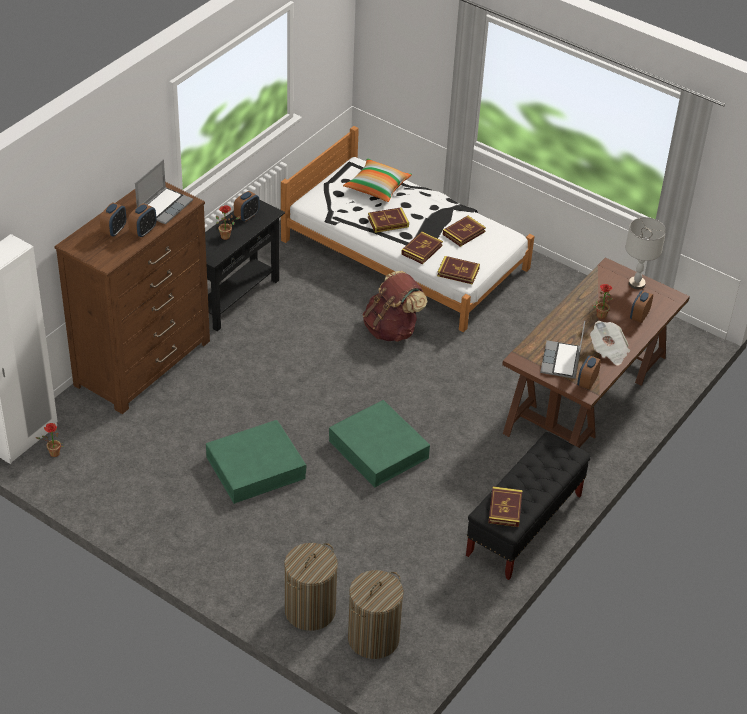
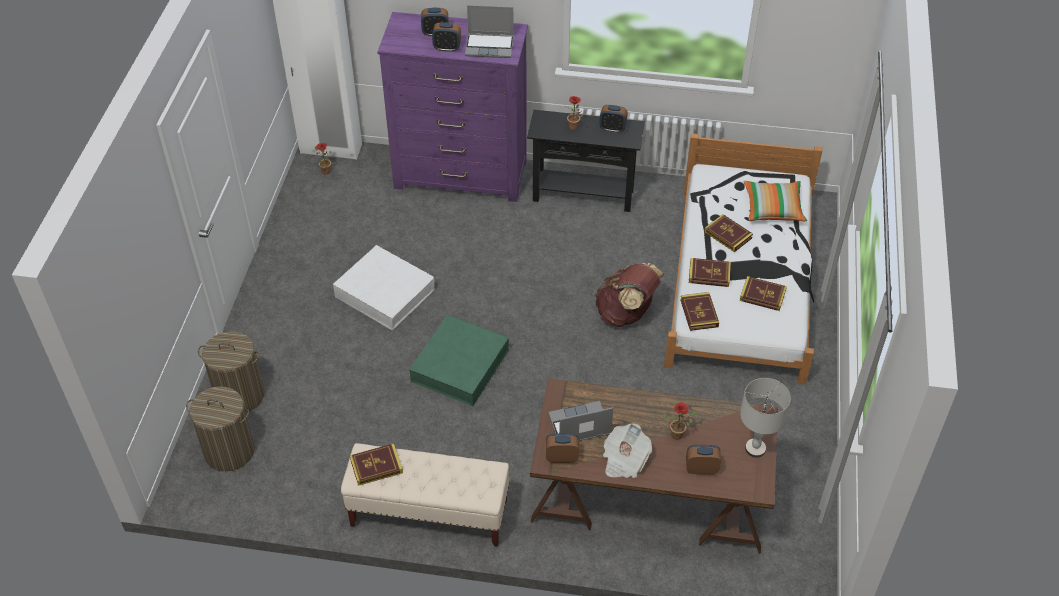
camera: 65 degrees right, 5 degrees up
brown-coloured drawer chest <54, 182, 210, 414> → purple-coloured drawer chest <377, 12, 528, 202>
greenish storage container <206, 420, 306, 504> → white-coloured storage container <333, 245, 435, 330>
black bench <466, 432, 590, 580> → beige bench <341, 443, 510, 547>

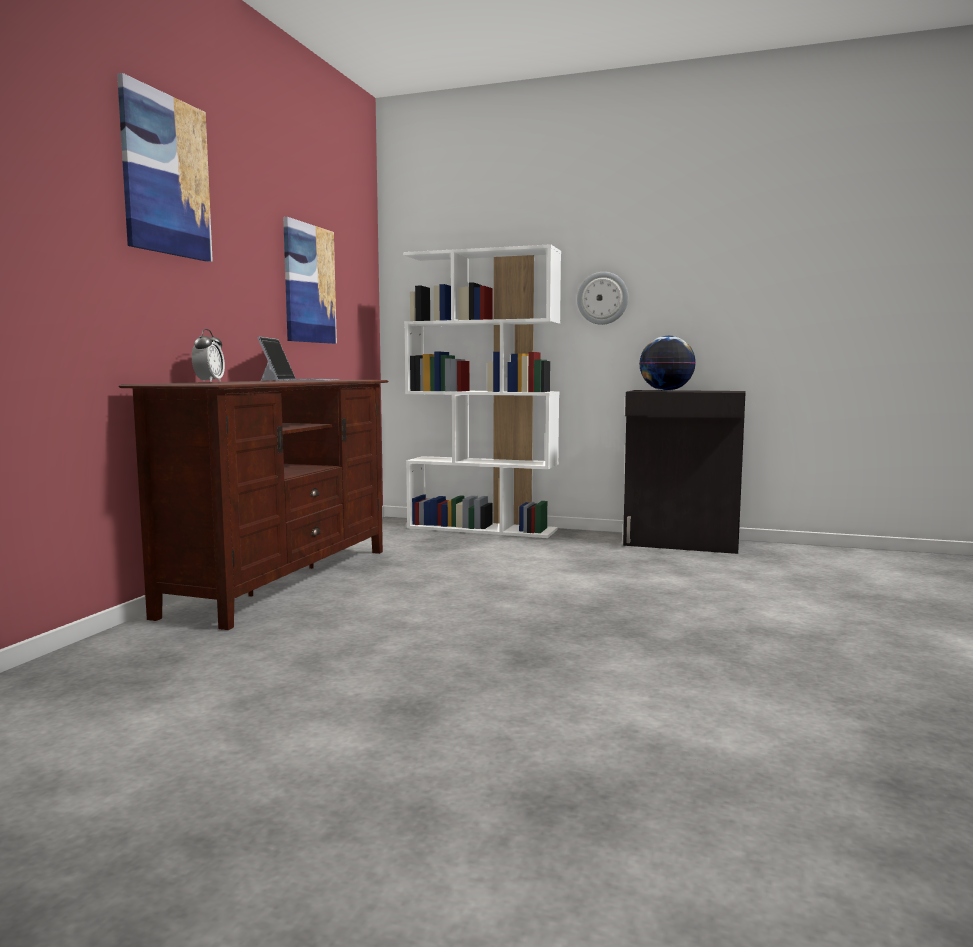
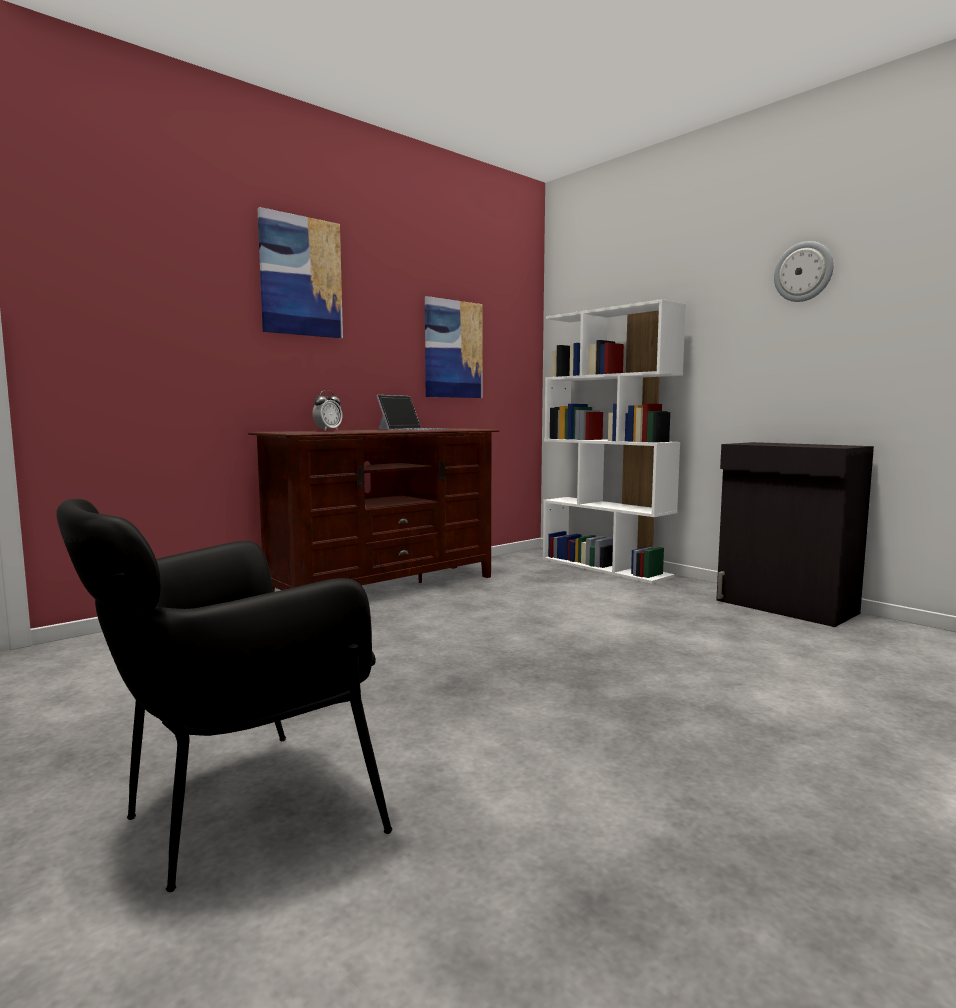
camera: 30 degrees right, 0 degrees up
wall clock <577, 272, 629, 325> → wall clock <774, 241, 834, 302>, moved
globe <639, 336, 696, 391> → -
- → black armchair <56, 499, 393, 892>

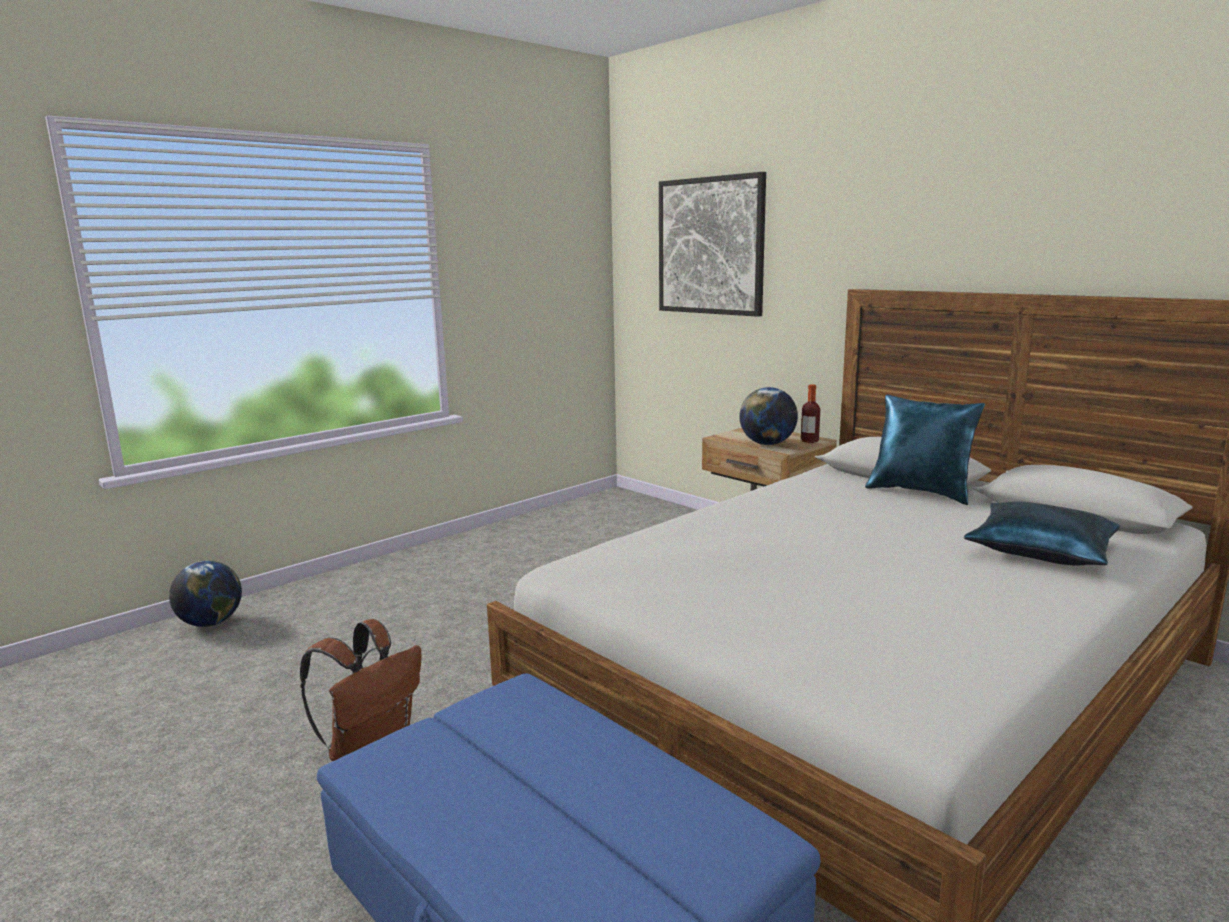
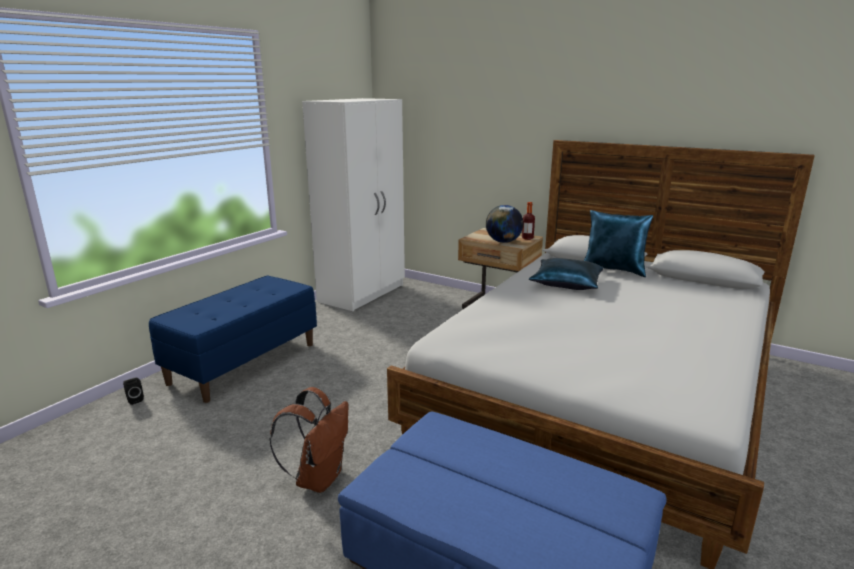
camera: 15 degrees left, 5 degrees up
globe <169, 561, 242, 627> → black loudspeaker <123, 377, 144, 405>
wall picture <659, 172, 766, 317> → -
bluish cushion <964, 501, 1120, 566> → bluish cushion <529, 258, 604, 290>, moved
- → bluish bench <149, 276, 317, 403>
- → white-coloured clothes cupboard <302, 98, 405, 311>

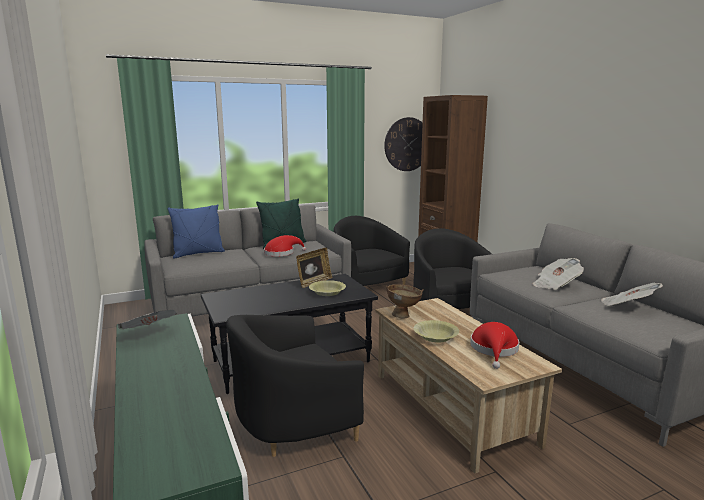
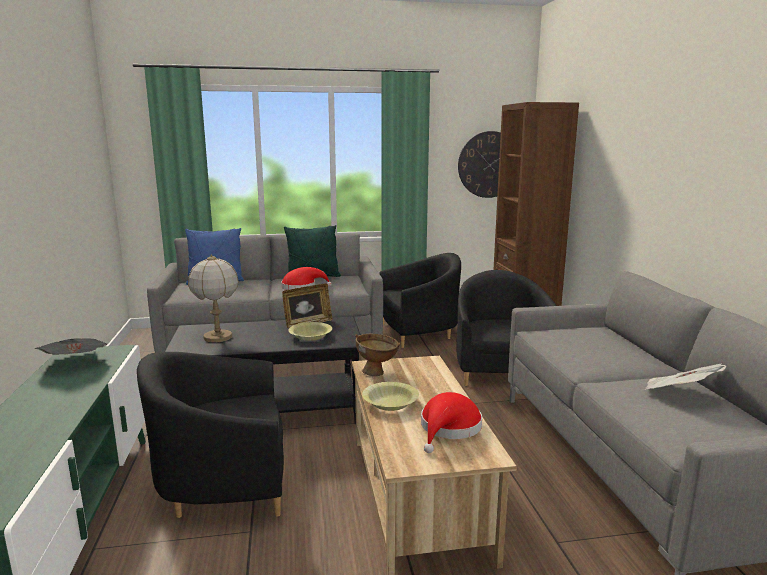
camera: 15 degrees right, 0 degrees up
black armchair <334, 216, 410, 286> → black armchair <379, 253, 461, 348>, 90 degrees clockwise
newspaper <533, 258, 584, 290> → -
- → table lamp <188, 254, 239, 342>

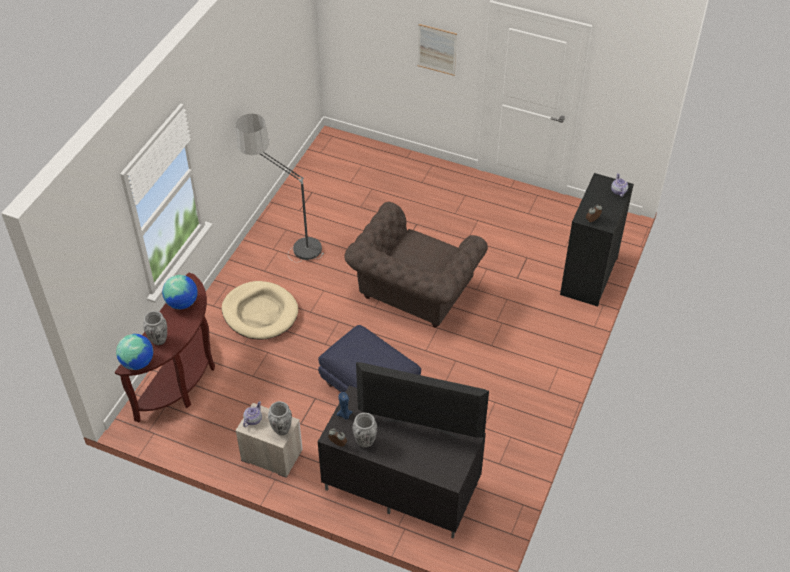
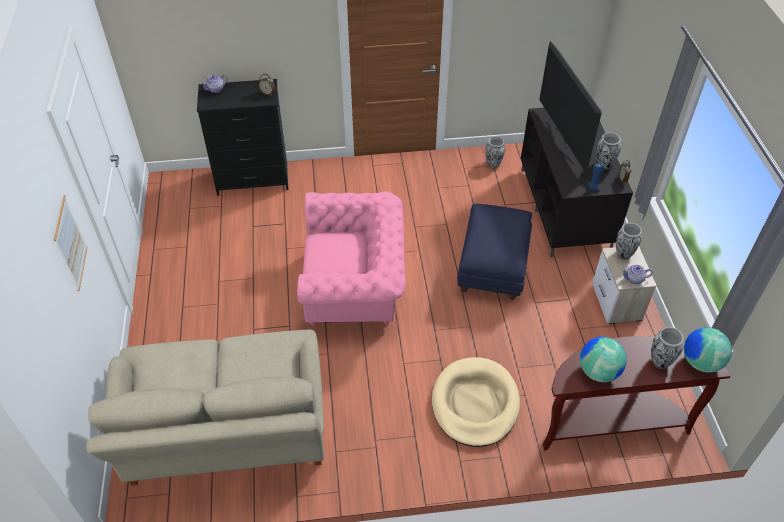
camera: 120 degrees left, 0 degrees up
standing lamp <236, 114, 324, 262> → -
brown-coloured armchair <344, 202, 488, 328> → pinkish armchair <297, 191, 406, 325>
- → beige couch <86, 330, 324, 486>
- → vase <486, 136, 505, 168>

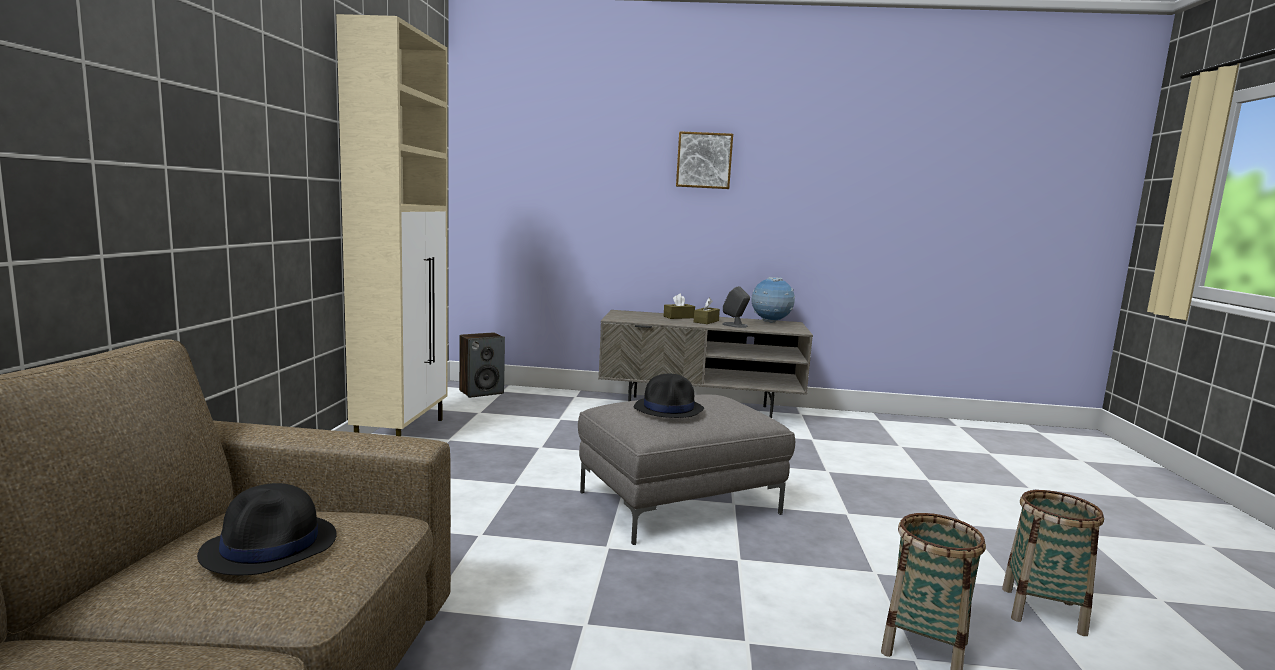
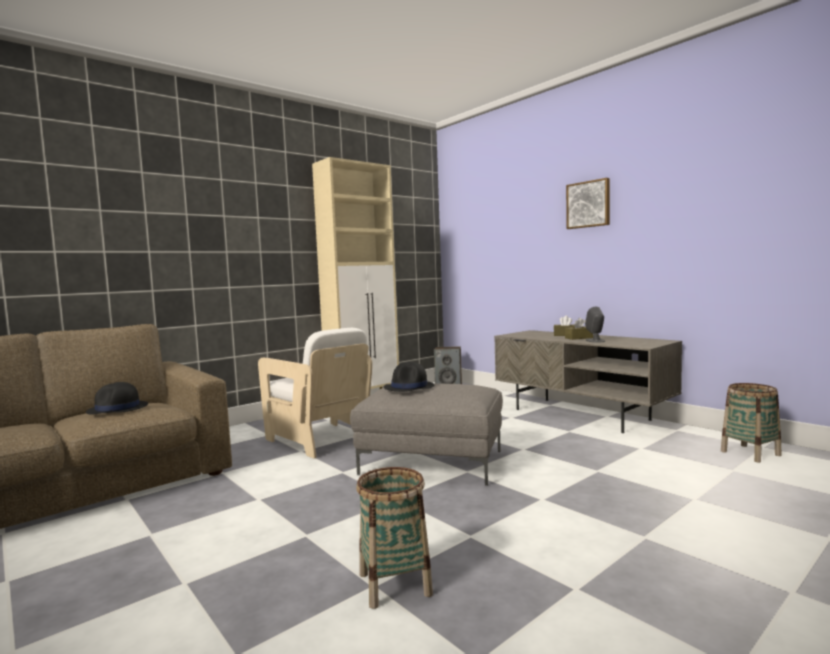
camera: 45 degrees right, 5 degrees down
globe <752, 277, 795, 323> → -
storage basket <1002, 490, 1104, 636> → storage basket <721, 383, 782, 463>, moved
- → white-coloured armchair <258, 328, 372, 458>

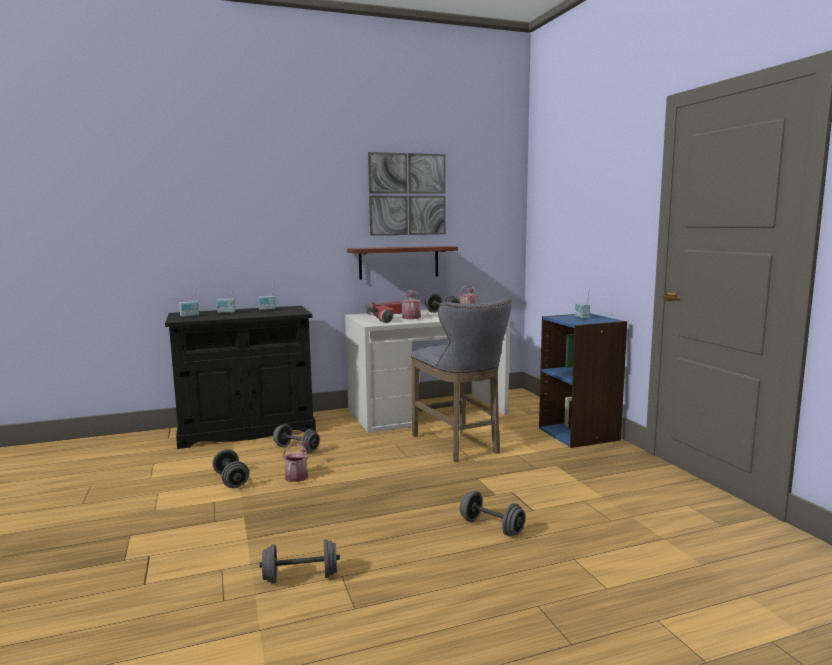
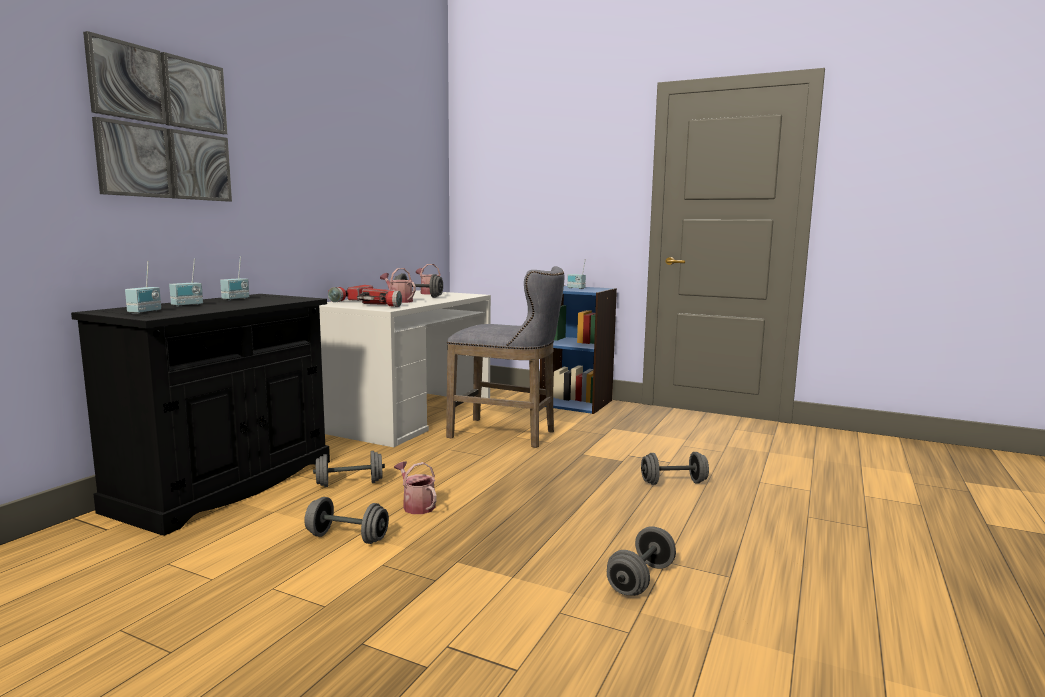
camera: 45 degrees left, 0 degrees up
shelf <347, 246, 458, 280> → -
wall picture <368, 152, 446, 236> → wall picture <83, 31, 232, 202>, moved

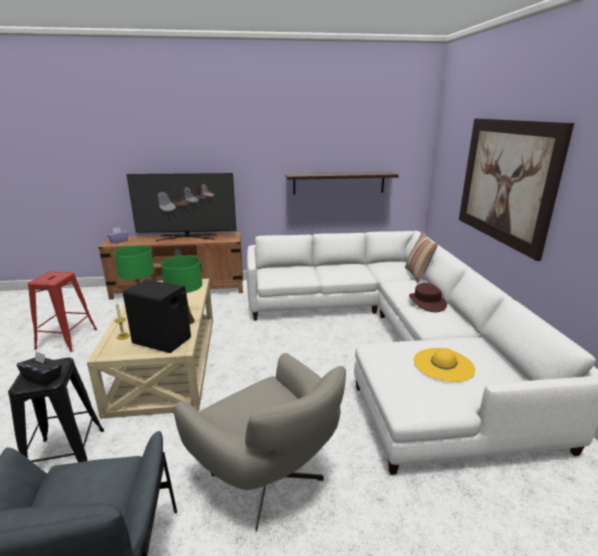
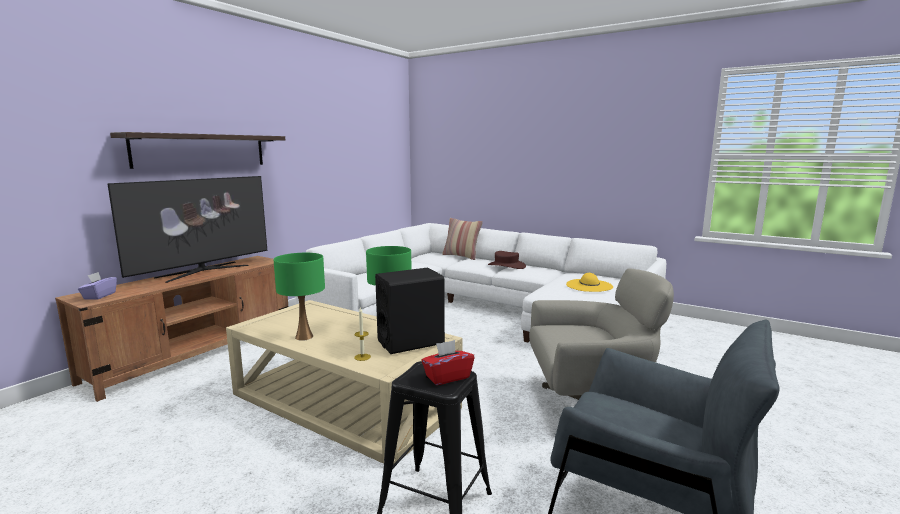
camera: 50 degrees left, 10 degrees down
black tissue box <17, 351, 62, 386> → red-coloured tissue box <421, 340, 475, 385>
red-coloured sitting stool <28, 271, 97, 352> → -
shelf <285, 172, 399, 195> → shelf <110, 132, 285, 169>, moved
wall picture <459, 119, 574, 261> → -

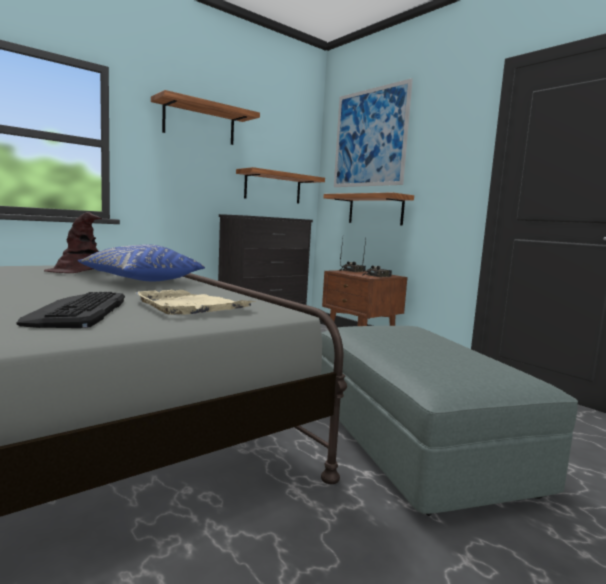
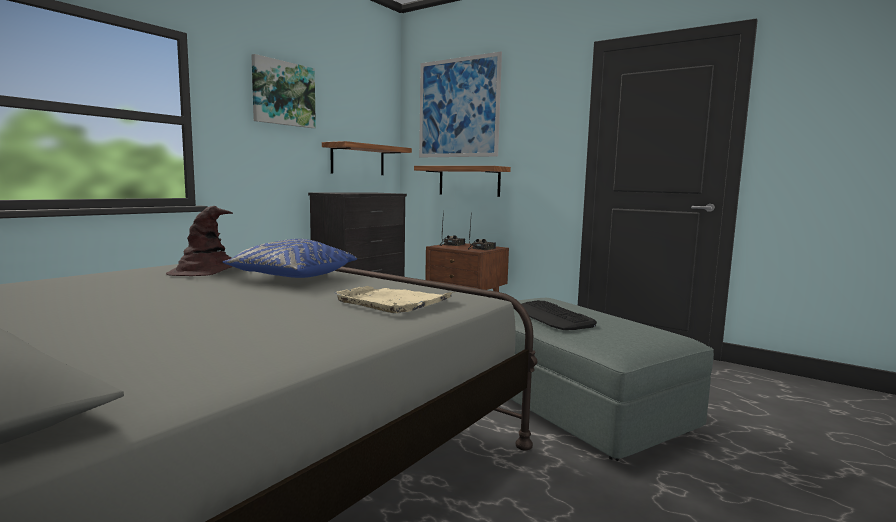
camera: 15 degrees left, 0 degrees up
PC keyboard <17, 292, 125, 328> → PC keyboard <522, 300, 597, 330>, moved
shelf <151, 90, 260, 145> → wall picture <251, 54, 316, 128>

